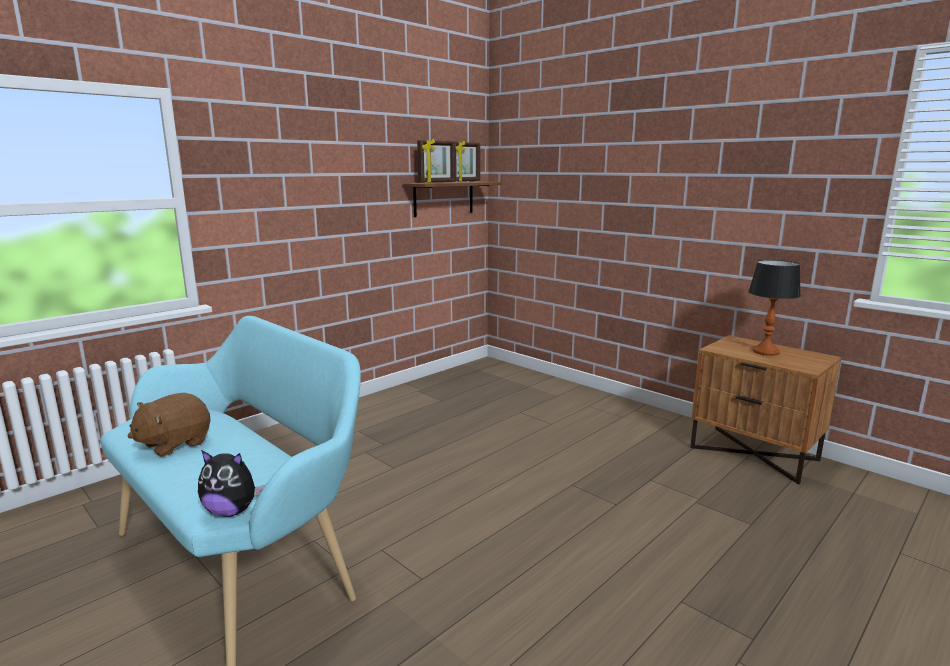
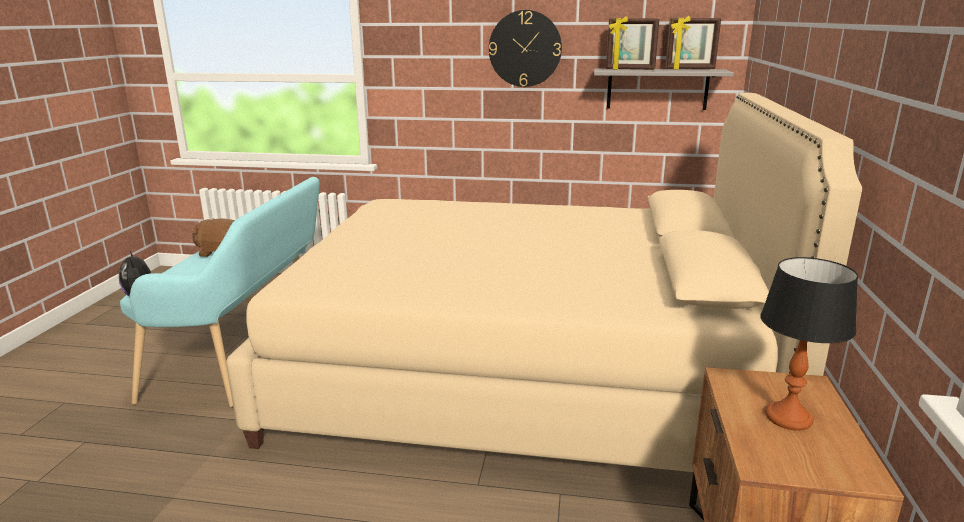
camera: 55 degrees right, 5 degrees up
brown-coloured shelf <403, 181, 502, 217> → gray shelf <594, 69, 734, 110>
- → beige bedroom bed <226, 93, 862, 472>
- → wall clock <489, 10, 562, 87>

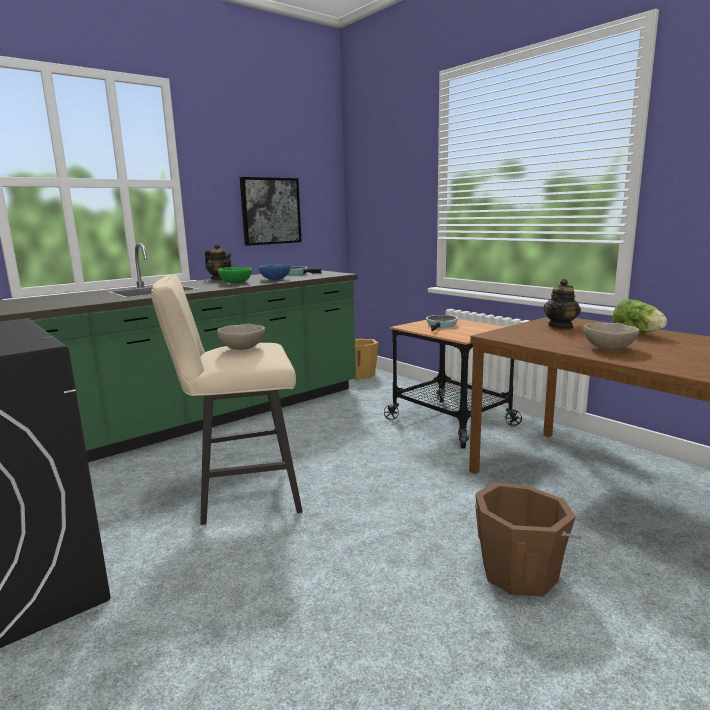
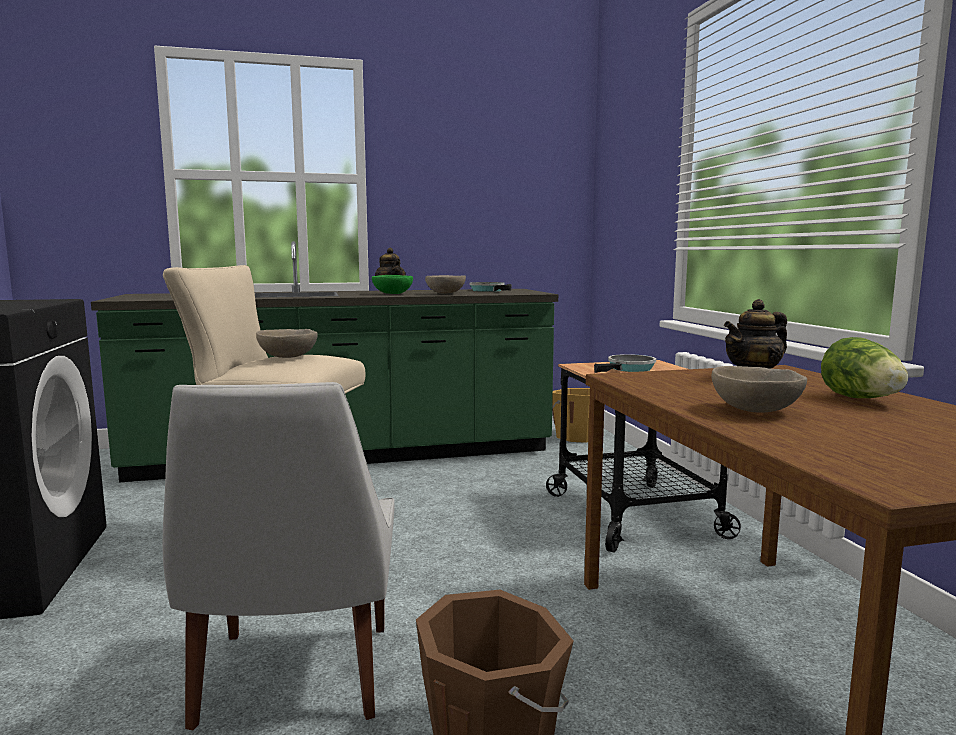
camera: 25 degrees right, 5 degrees down
wall picture <240, 177, 302, 246> → -
bluish serving bowl <259, 264, 291, 280> → beige serving bowl <425, 275, 466, 294>
- → white-coloured chair <163, 382, 395, 730>

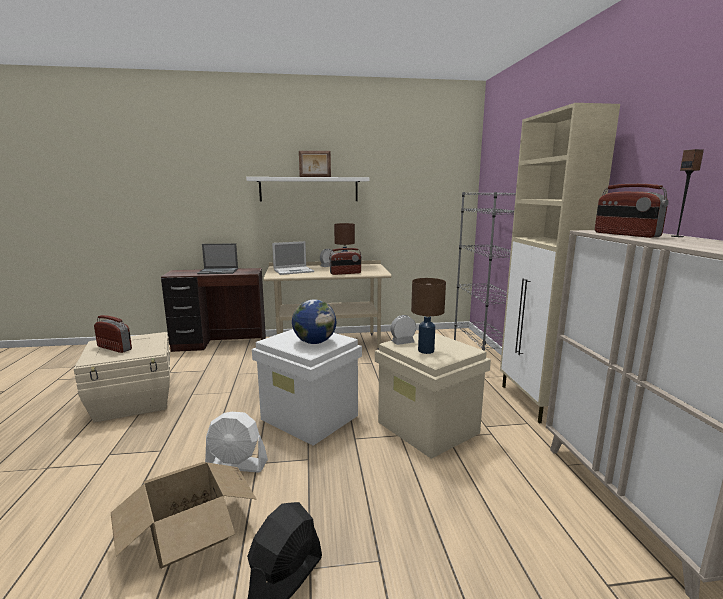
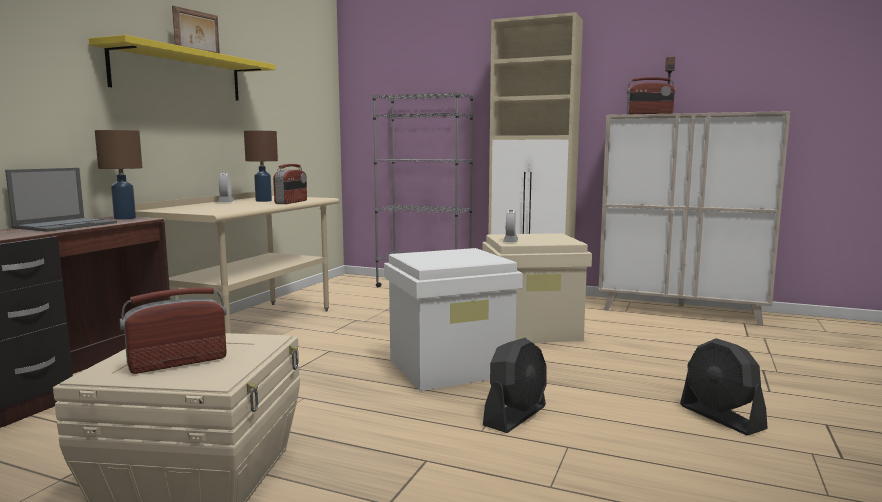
camera: 60 degrees left, 5 degrees down
cardboard box <111, 462, 256, 569> → -
white-coloured electric fan <205, 412, 268, 473> → black electric fan <483, 338, 546, 433>
white-coloured shelf <246, 177, 370, 202> → yellowish shelf <89, 35, 275, 101>
laptop <272, 241, 314, 275> → -
globe <292, 299, 336, 344> → -
brown-coloured table lamp <411, 278, 446, 354> → brown-coloured table lamp <95, 130, 142, 220>, moved

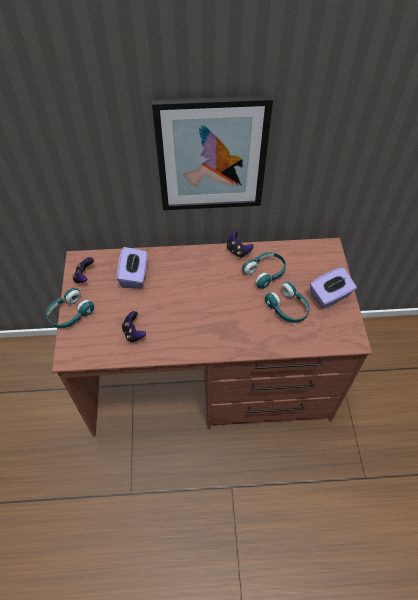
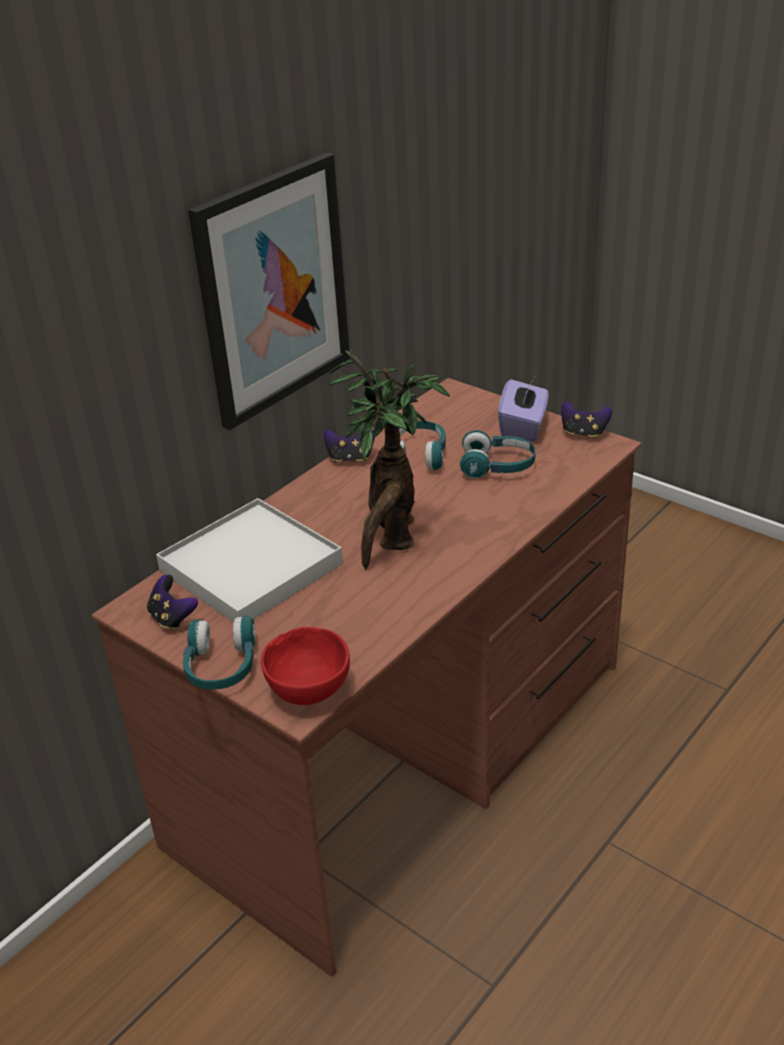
camera: 45 degrees left, 20 degrees down
purple-coloured tissue box <117, 247, 147, 288> → white-coloured carrying tray <156, 498, 343, 622>
gamepad <122, 311, 146, 342> → gamepad <561, 401, 612, 439>, moved
- → red-coloured serving bowl <261, 627, 350, 705>
- → potted plant <329, 348, 450, 569>

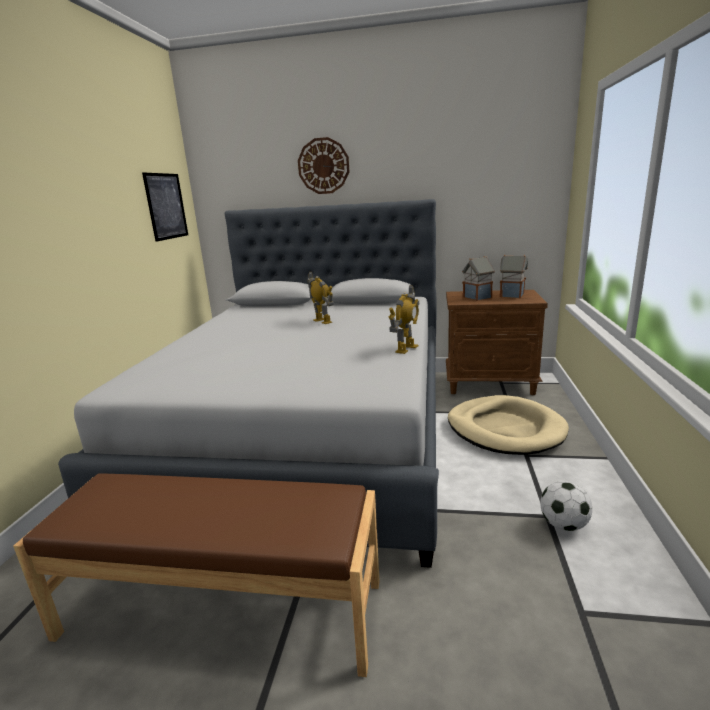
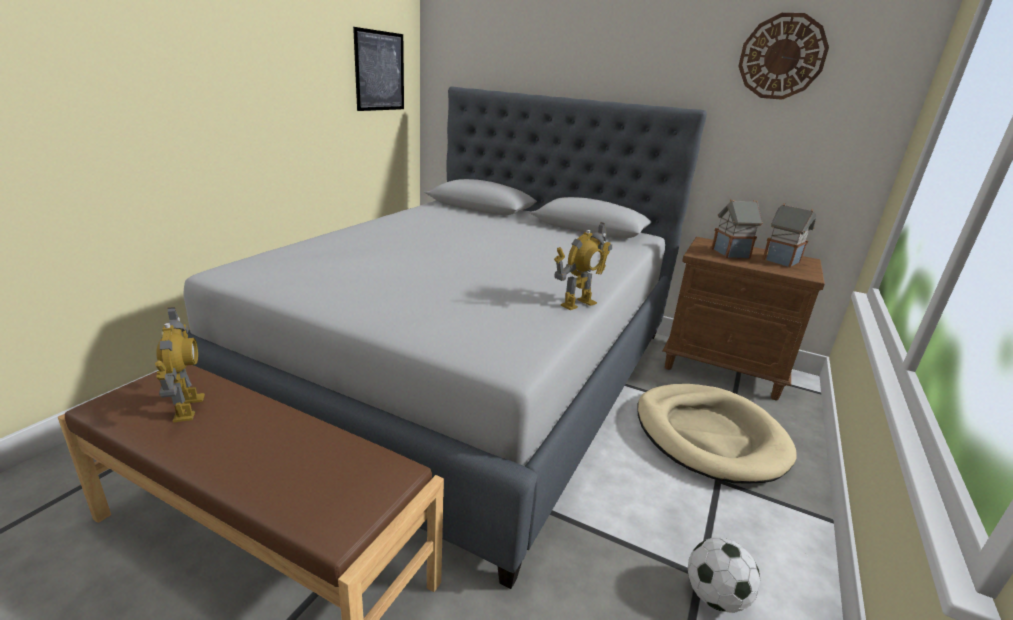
camera: 15 degrees right, 5 degrees up
wall clock <298, 137, 349, 194> → wall clock <738, 13, 829, 100>, moved
robot figure <308, 272, 334, 324> → robot figure <155, 307, 205, 423>, moved

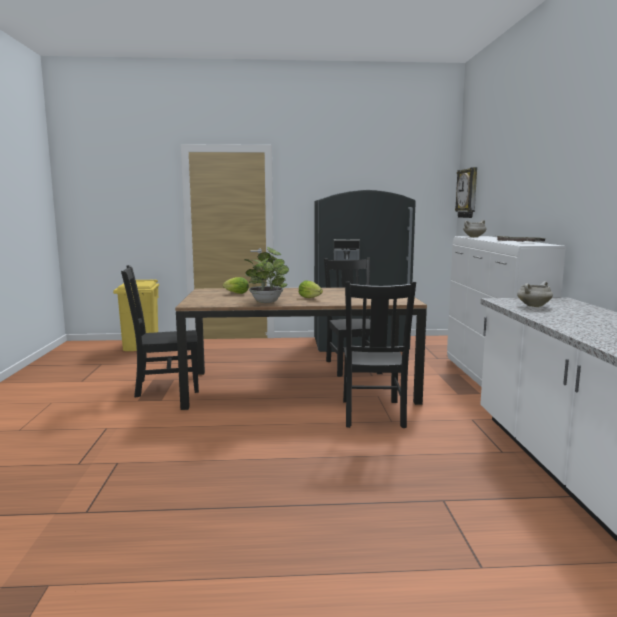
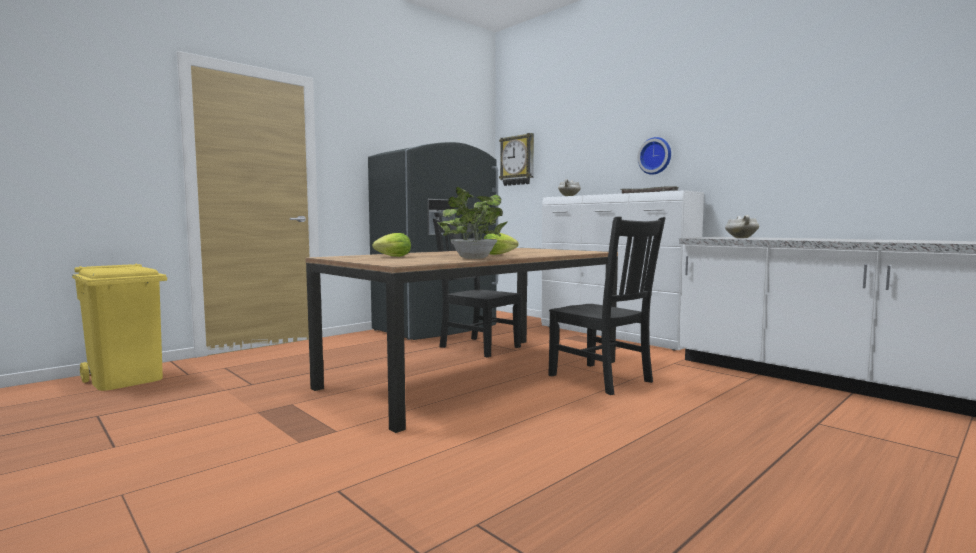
camera: 40 degrees left, 5 degrees down
black chair <121, 265, 199, 397> → -
- → wall clock <637, 137, 671, 175>

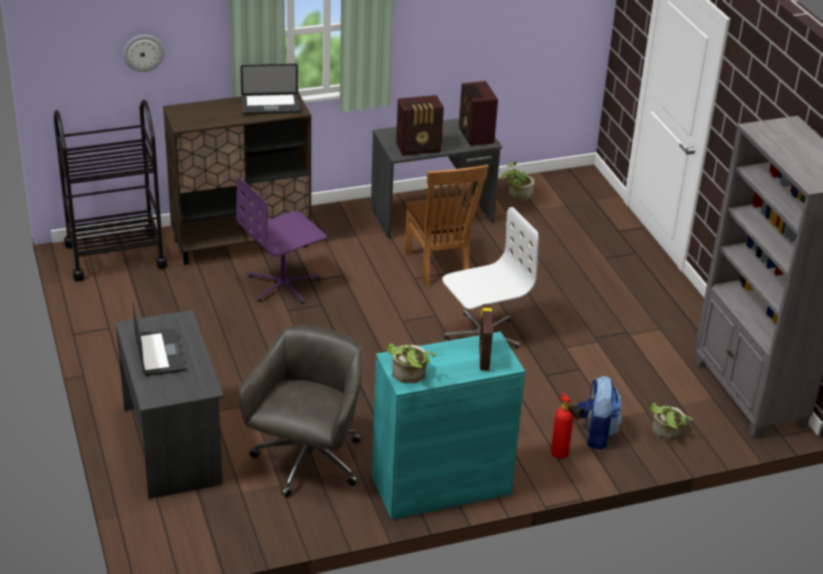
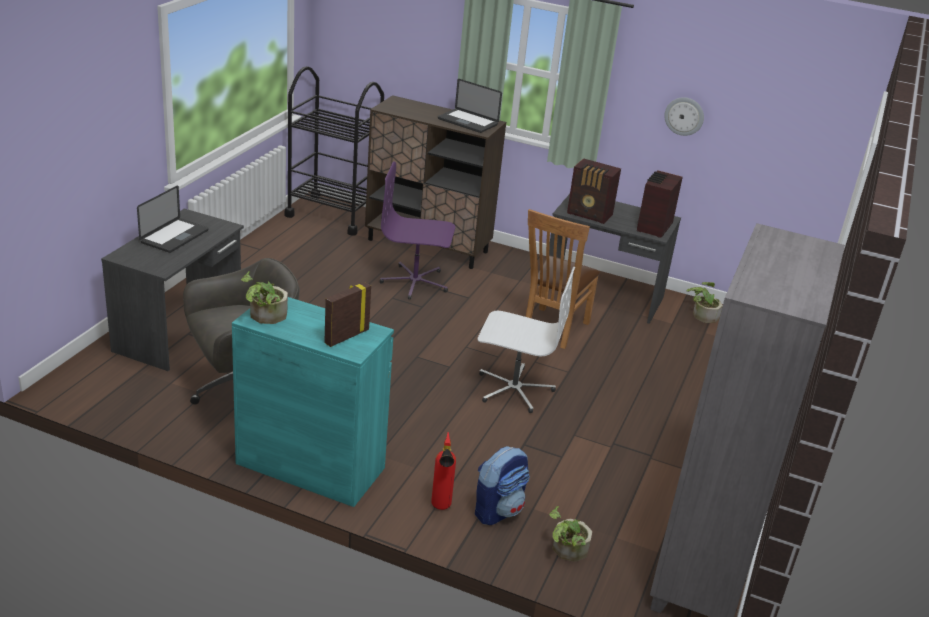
camera: 40 degrees right, 5 degrees down
wall clock <123, 35, 165, 72> → wall clock <664, 97, 704, 136>, moved

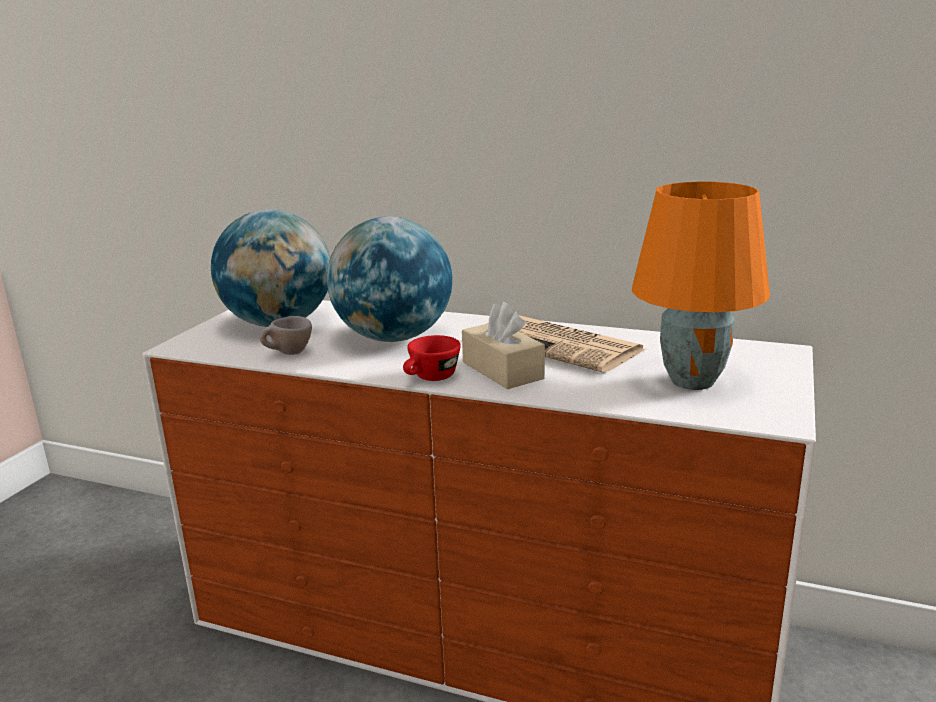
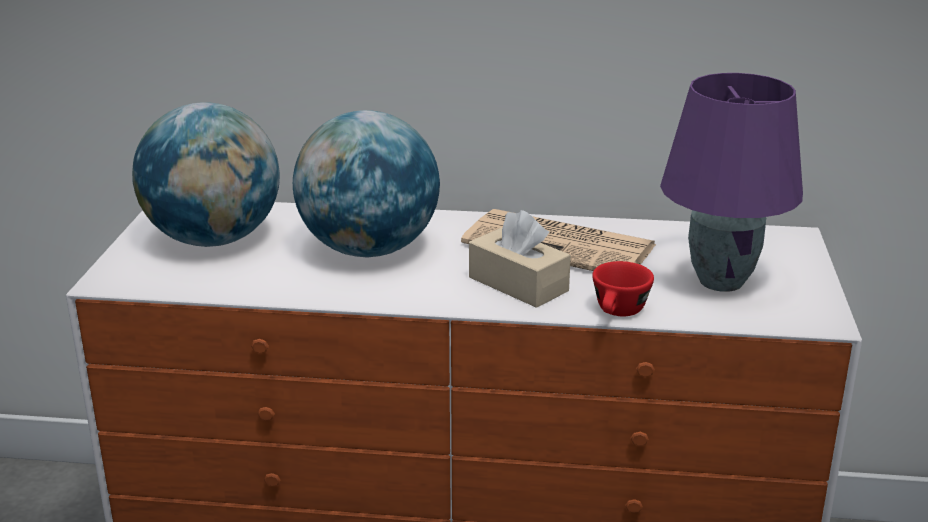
camera: 15 degrees left, 5 degrees up
beige drinking cup <260, 316, 312, 355> → -
red-coloured drinking cup <403, 335, 461, 381> → red-coloured drinking cup <592, 261, 654, 316>, moved
orange table lamp <632, 182, 770, 390> → purple-coloured table lamp <660, 73, 803, 292>

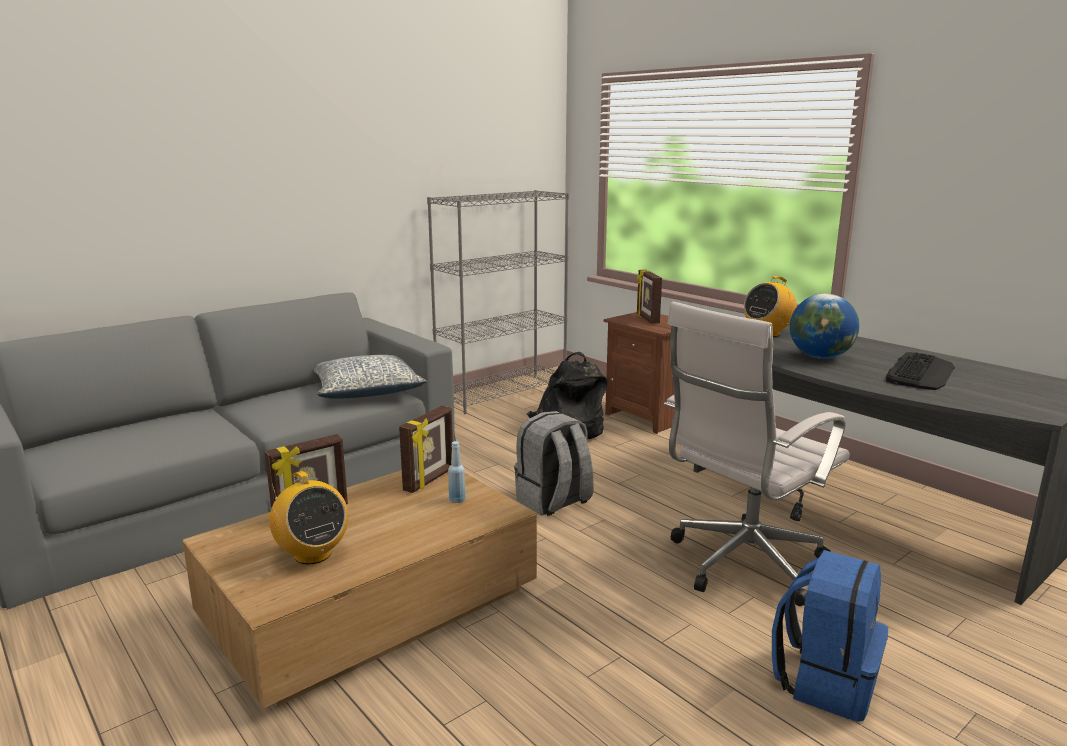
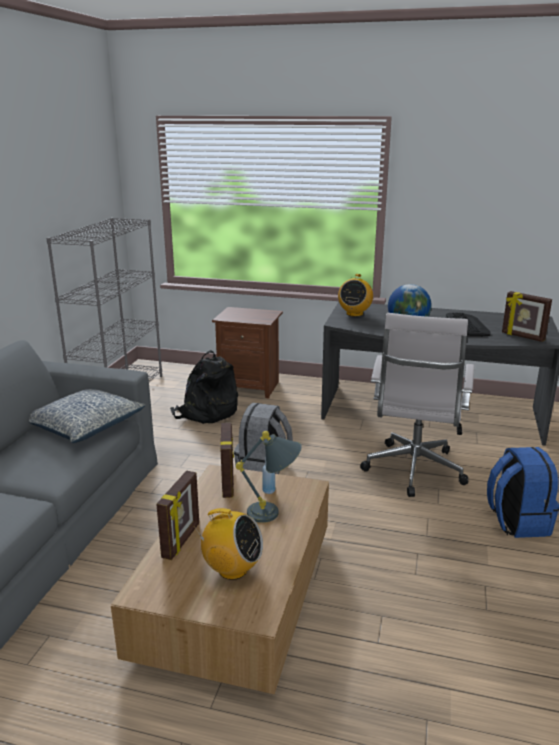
camera: 35 degrees left, 5 degrees up
picture frame <637, 270, 662, 324> → picture frame <502, 291, 552, 342>, moved
- → gray table lamp <236, 431, 302, 523>

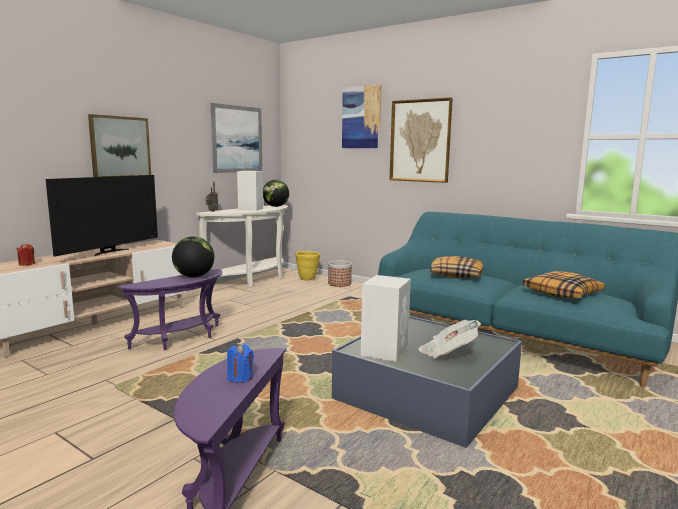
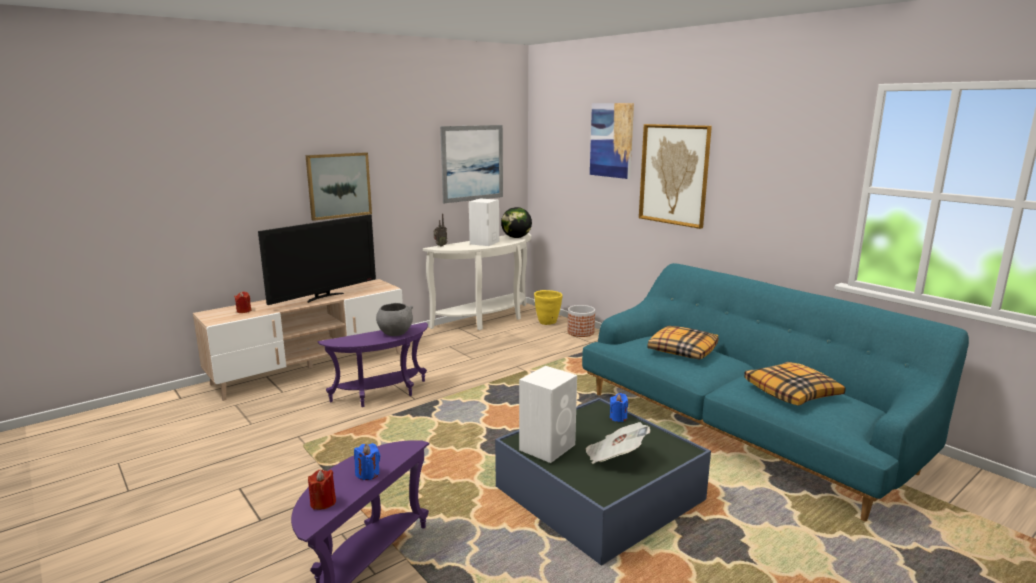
camera: 15 degrees right, 5 degrees up
globe <172, 237, 214, 277> → gray serving bowl <376, 303, 413, 336>
- → red-coloured candle <308, 470, 336, 510>
- → bluish candle <610, 393, 628, 422>

